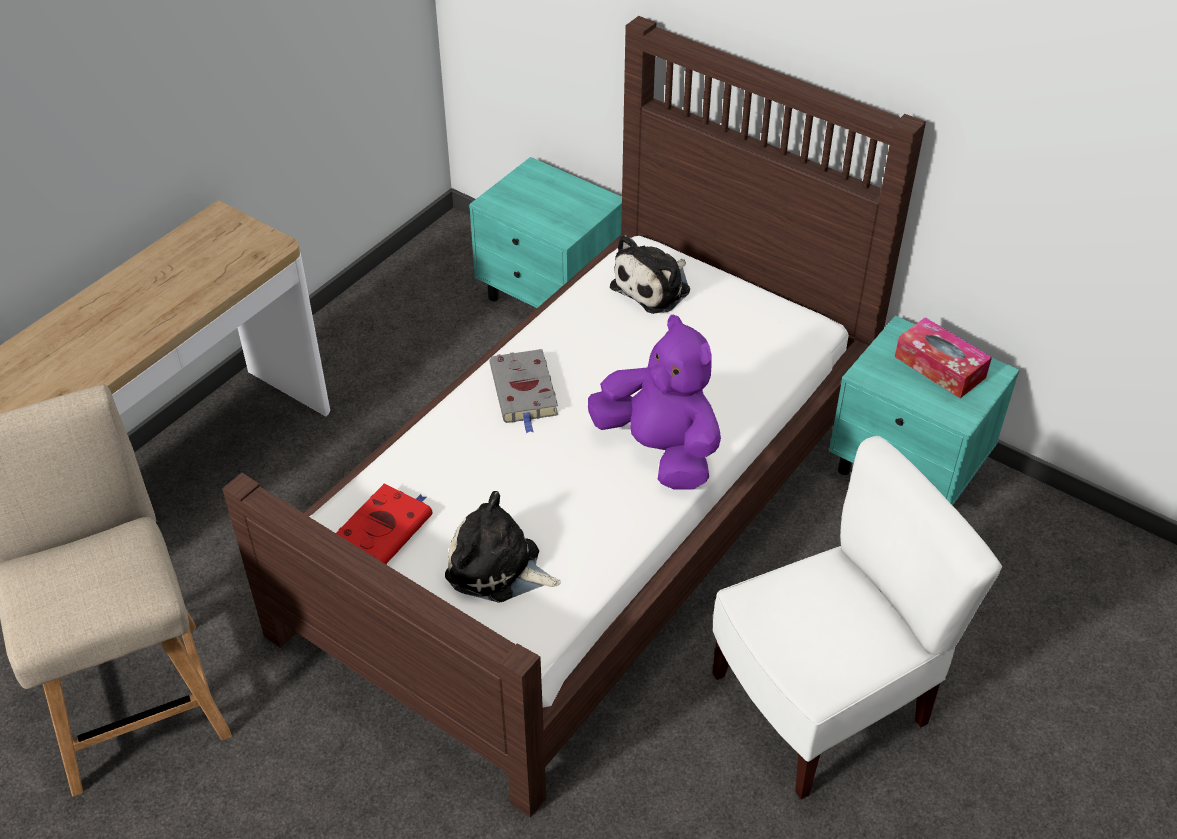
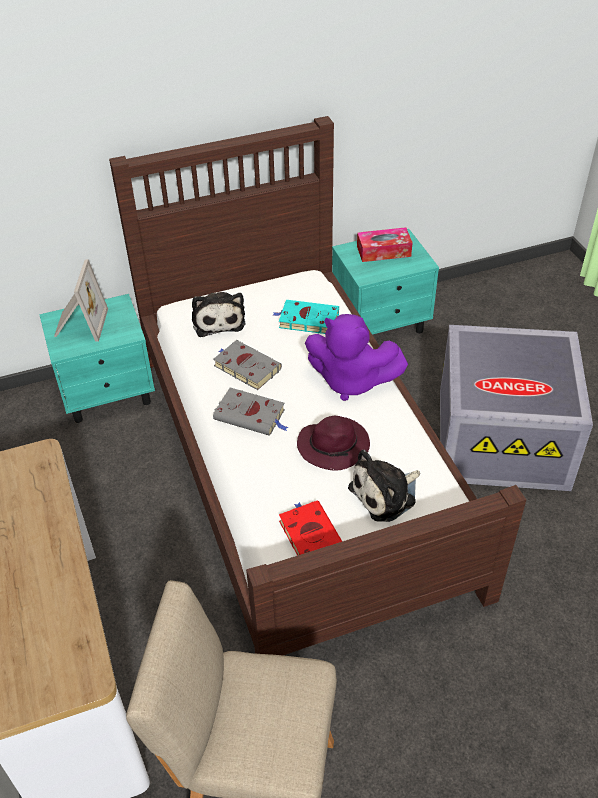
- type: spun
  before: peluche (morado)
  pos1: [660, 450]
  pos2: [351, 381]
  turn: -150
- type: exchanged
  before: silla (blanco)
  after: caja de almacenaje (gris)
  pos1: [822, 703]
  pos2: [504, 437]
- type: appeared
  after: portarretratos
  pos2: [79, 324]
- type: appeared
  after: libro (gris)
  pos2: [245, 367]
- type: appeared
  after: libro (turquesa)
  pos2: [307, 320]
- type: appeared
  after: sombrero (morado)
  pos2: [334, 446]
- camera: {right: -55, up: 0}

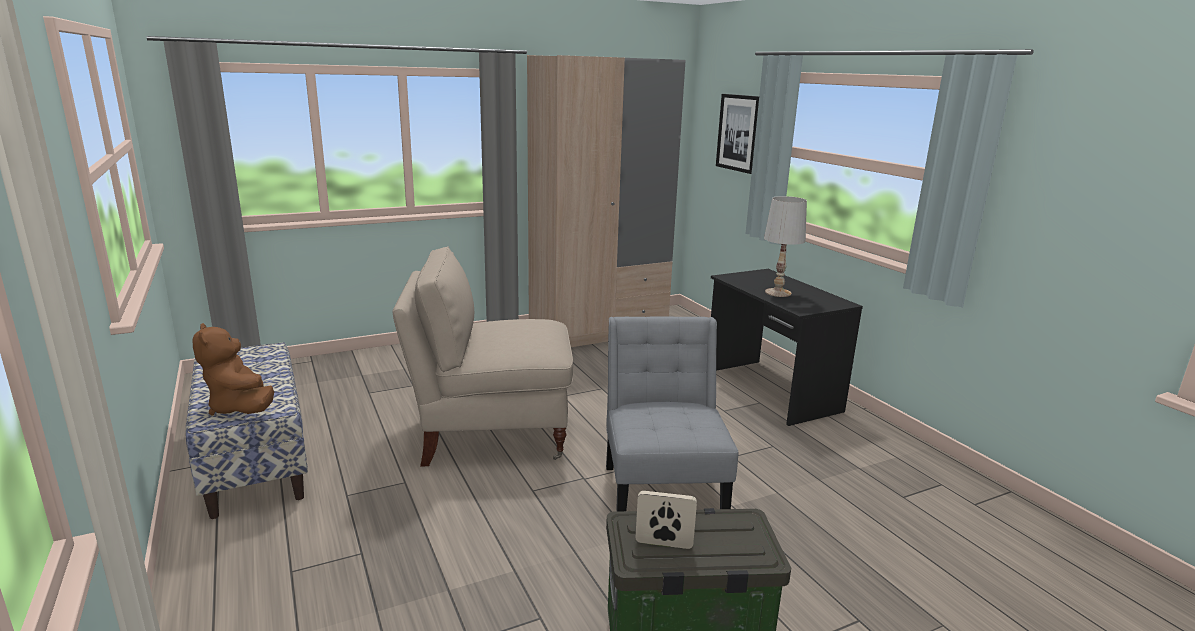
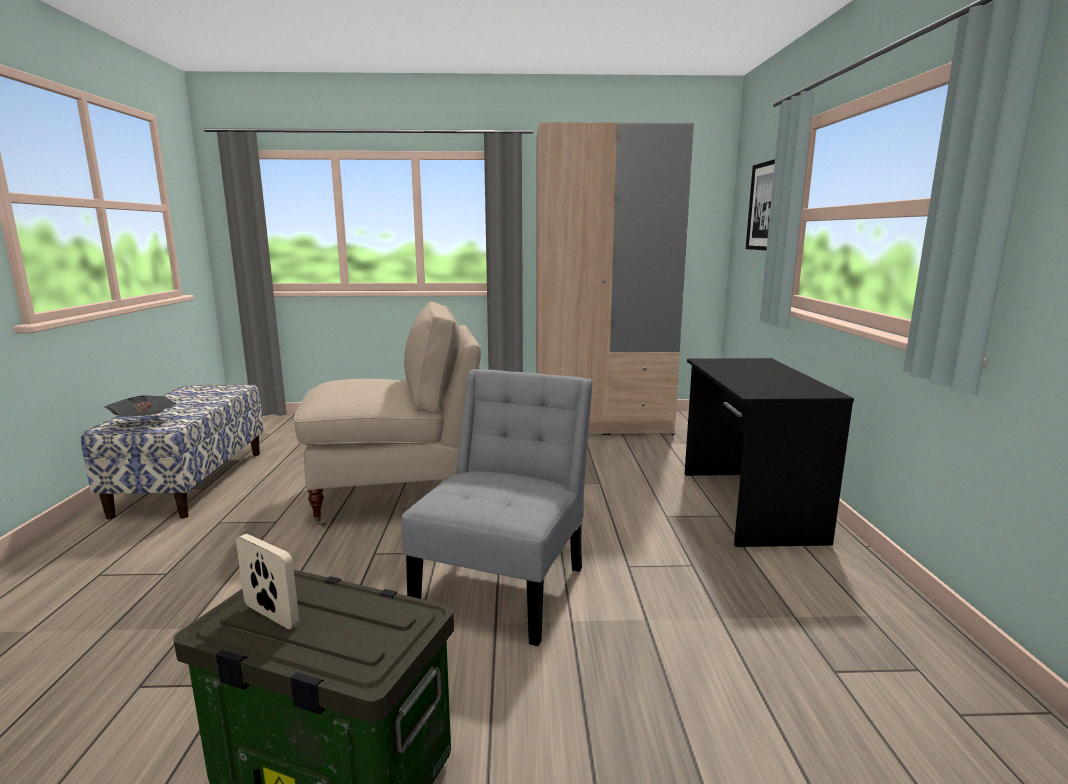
- type: exchanged
  before: peluche (marrón)
  after: periódico
  pos1: [241, 408]
  pos2: [145, 422]
- type: spun
  before: silla (beis)
  pos1: [491, 433]
  pos2: [397, 495]
  turn: 150
- type: missing
  before: lámpara de mesa (blanco)
  pos1: [777, 293]
- camera: {right: 25, up: -5}

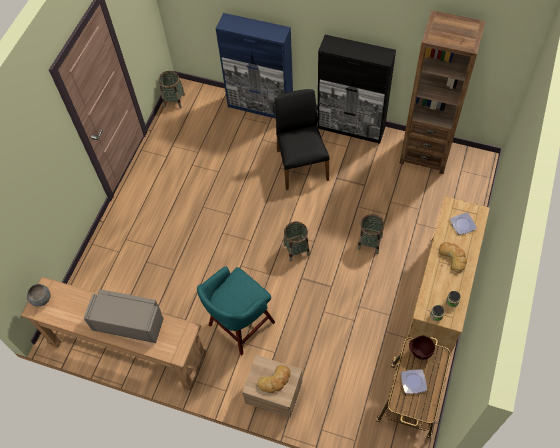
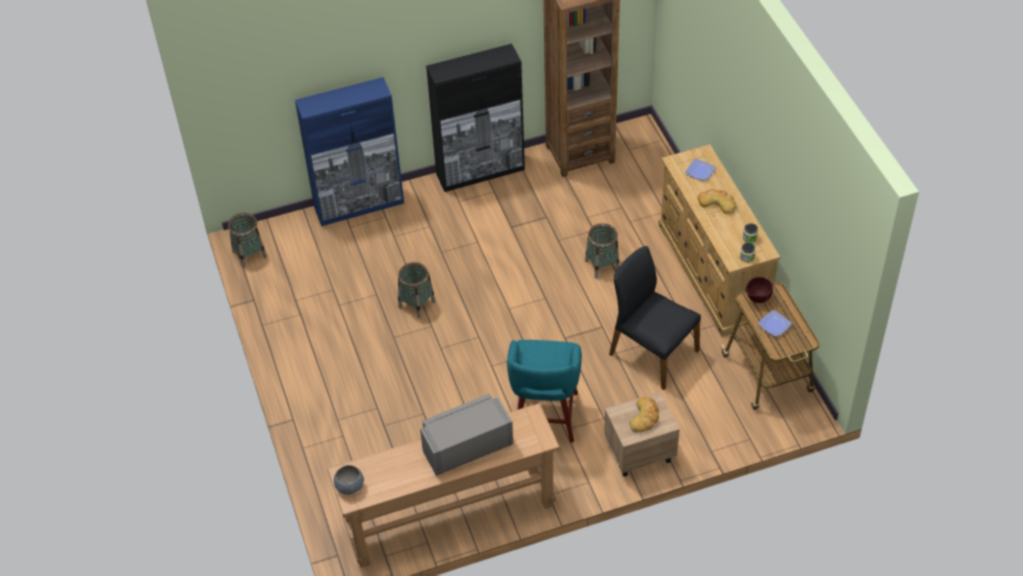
- type: relocated
  before: silla (negro)
  pos1: [301, 164]
  pos2: [652, 353]
- type: relocated
  before: cesta
  pos1: [296, 249]
  pos2: [416, 304]
- camera: {right: -40, up: -10}

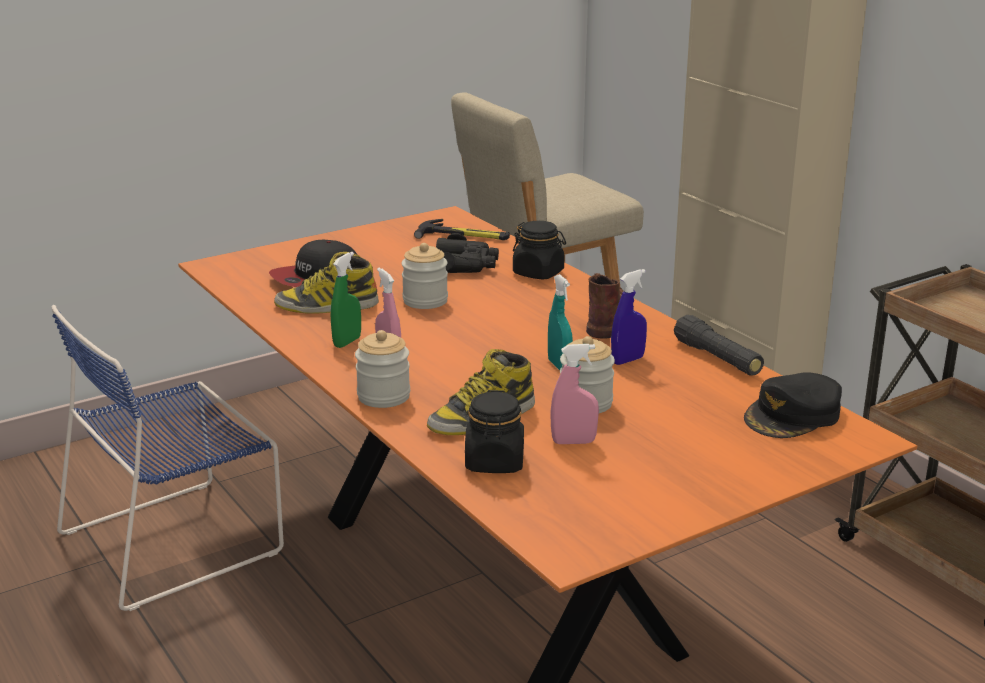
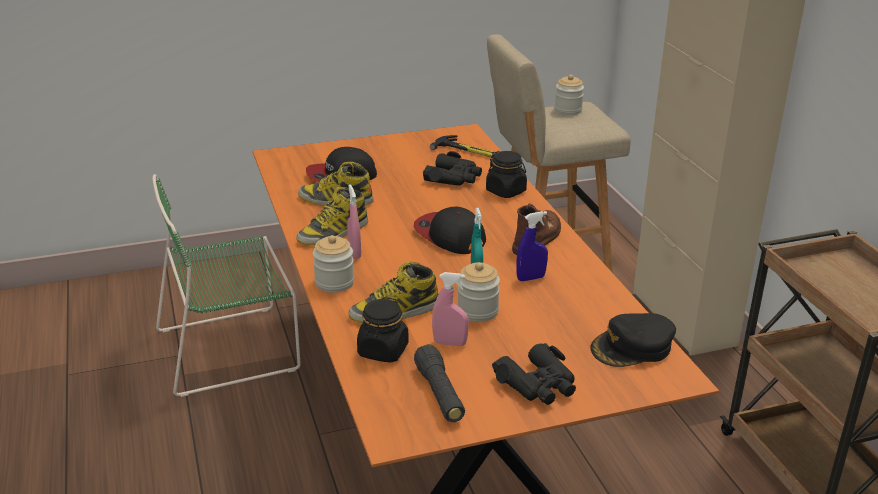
- type: colour
  before: silla (azul)
  after: silla (verde)
  pos1: [177, 540]
  pos2: [232, 348]
- type: exchanged
  before: pulverizador (verde)
  after: bota
  pos1: [347, 342]
  pos2: [333, 233]
- type: relocated
  before: tarro
  pos1: [425, 301]
  pos2: [568, 110]
- type: relocated
  before: linterna (negro)
  pos1: [717, 359]
  pos2: [439, 394]
- type: appeared
  after: gorra
  pos2: [449, 236]
- type: appeared
  after: prismáticos (negro)
  pos2: [538, 384]
- camera: {right: 15, up: 5}

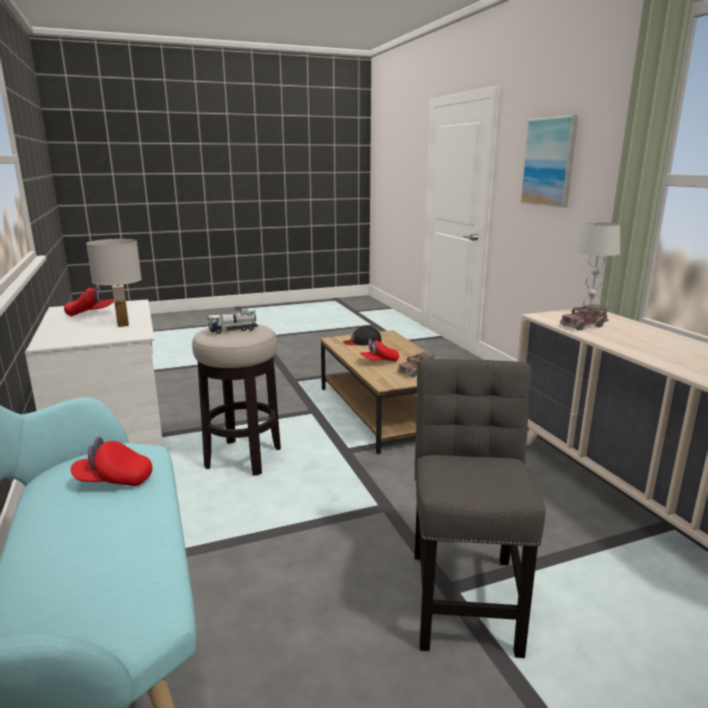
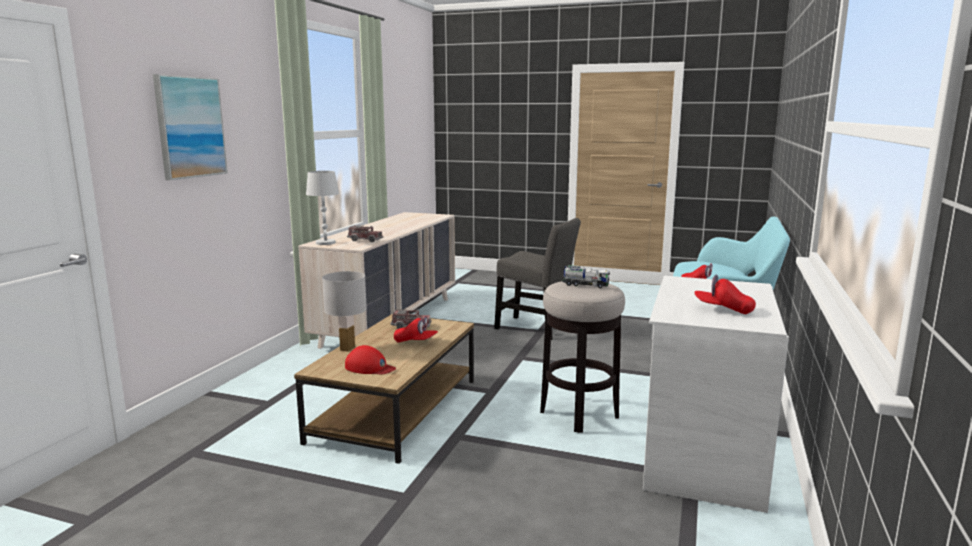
- type: relocated
  before: lámpara de mesa (blanco)
  pos1: [123, 324]
  pos2: [347, 348]
- type: colour
  before: gorra (negro)
  after: gorra (rojo)
  pos1: [362, 341]
  pos2: [369, 367]
- type: spun
  before: silla (gris)
  pos1: [465, 593]
  pos2: [536, 328]
  turn: -105
- camera: {right: -140, up: -5}

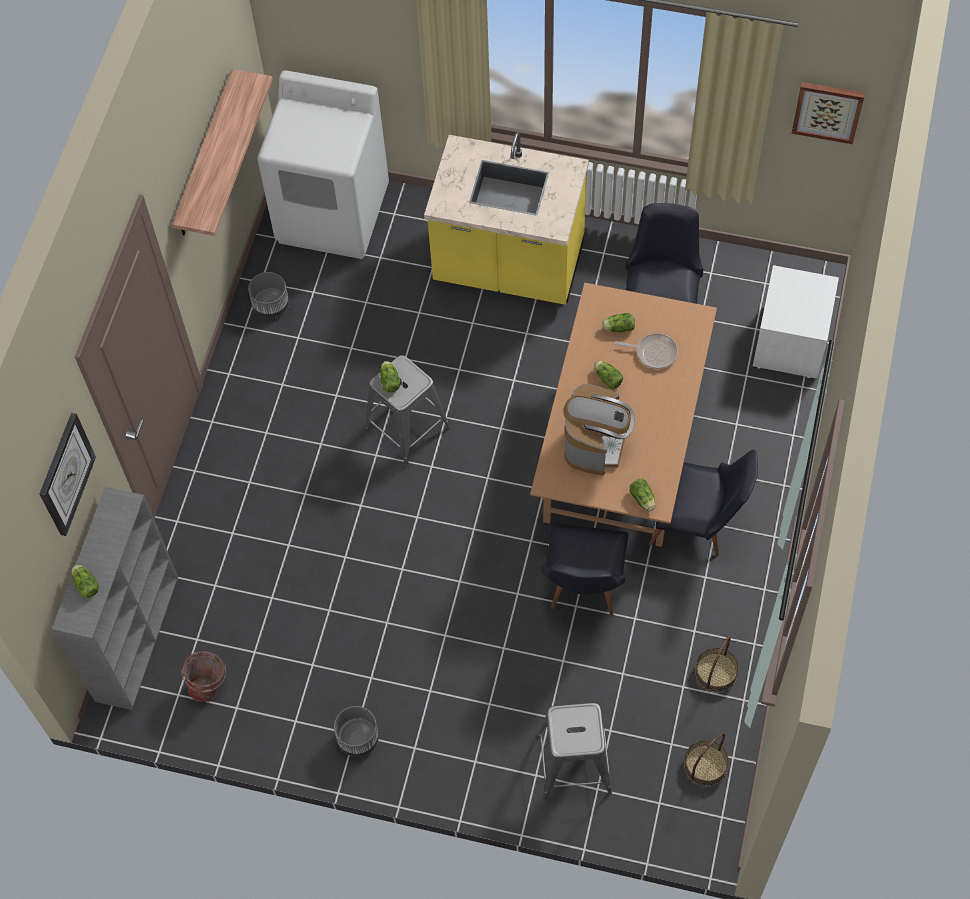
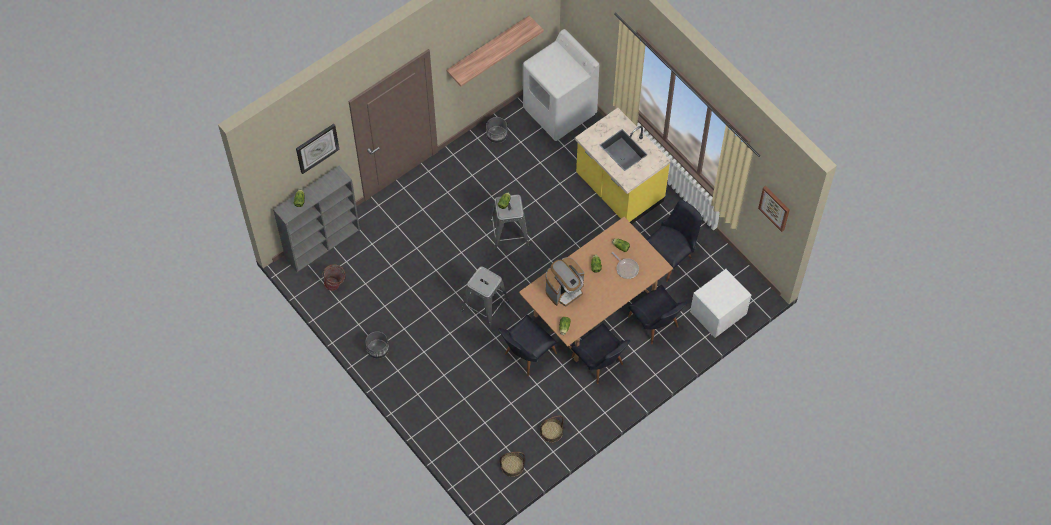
- type: relocated
  before: taburete (gris)
  pos1: [574, 763]
  pos2: [485, 306]
- type: appeared
  after: silla (negro)
  pos2: [656, 325]
- camera: {right: 35, up: 0}

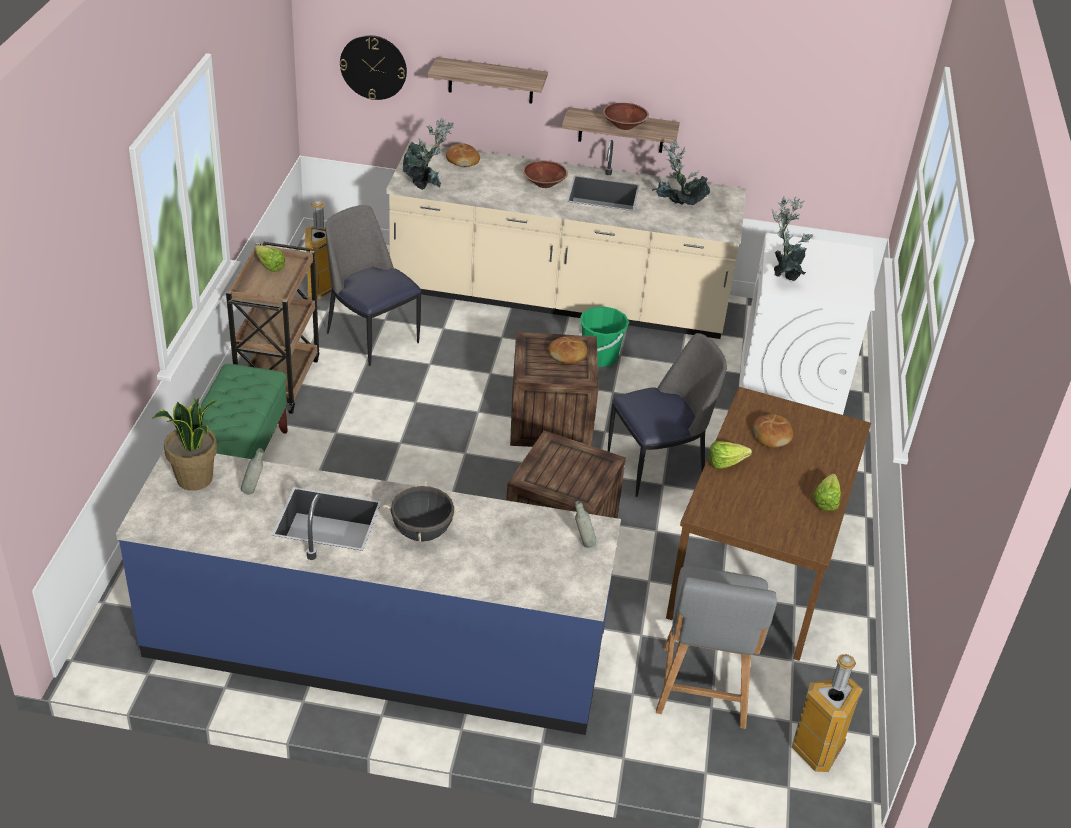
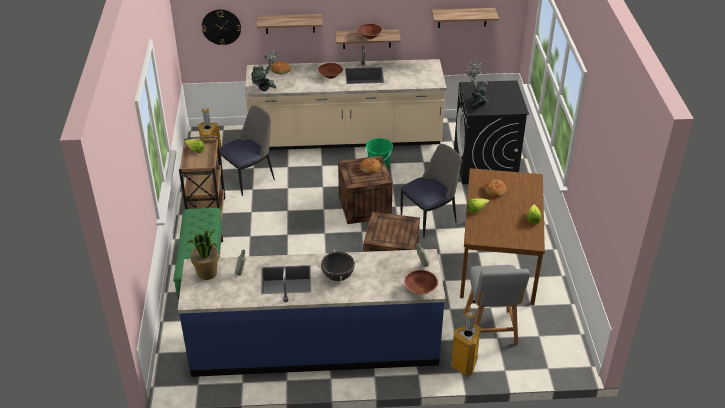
- type: spun
  before: silla
  pos1: [371, 336]
  pos2: [249, 178]
  turn: 105
- type: missing
  before: planta en maceta
  pos1: [676, 207]
- type: colour
  before: lavadora (blanco)
  after: lavadora (negro)
  pos1: [789, 391]
  pos2: [485, 165]
- type: relocated
  before: papelera
  pos1: [819, 751]
  pos2: [465, 365]
- type: appeared
  after: cuenco (marrón)
  pos2: [420, 288]
- type: appeared
  after: estante
  pos2: [462, 17]
- camera: {right: -10, up: 0}

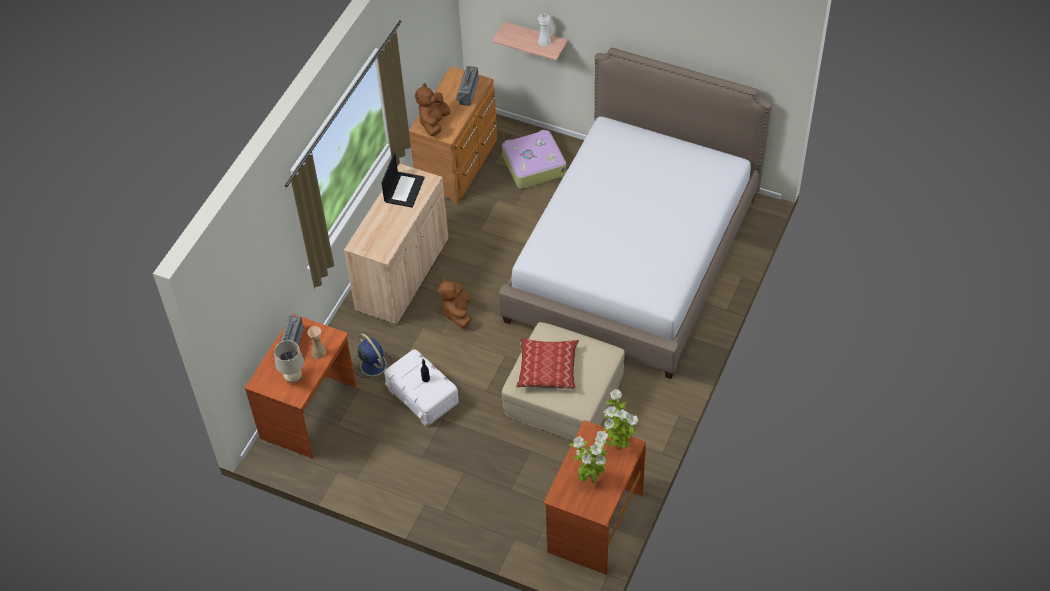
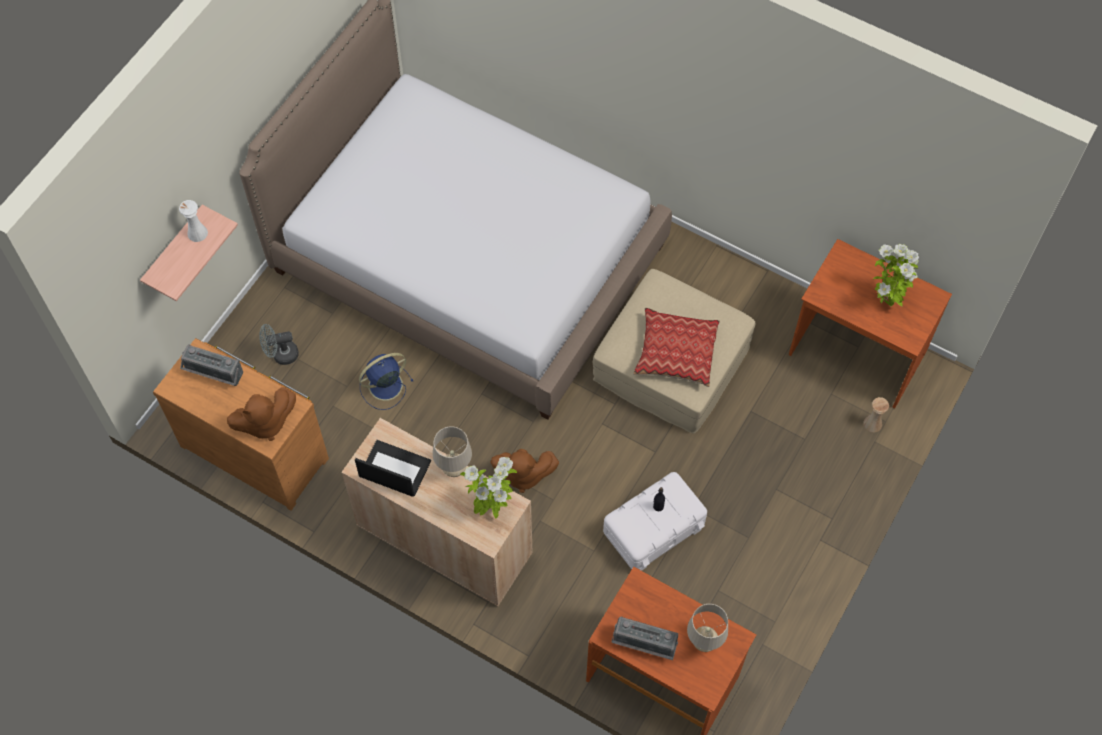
- type: relocated
  before: florero (beis)
  pos1: [319, 352]
  pos2: [872, 423]
- type: relocated
  before: ventilador (azul)
  pos1: [372, 364]
  pos2: [384, 386]
- type: spun
  before: peluche (marrón)
  pos1: [434, 123]
  pos2: [265, 423]
  turn: -45
- type: exchanged
  before: maleta
  after: ventilador (gris)
  pos1: [533, 165]
  pos2: [281, 355]
- type: relocated
  before: planta en maceta
  pos1: [618, 444]
  pos2: [492, 508]
- type: appeared
  after: lámpara de mesa (beis)
  pos2: [454, 469]
- camera: {right: -85, up: 10}

